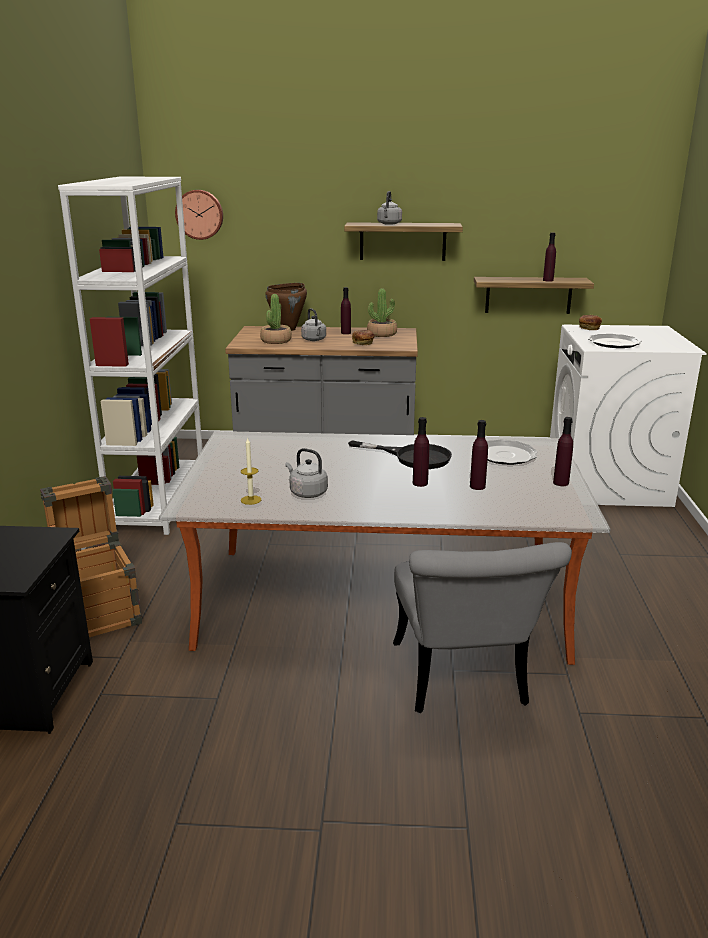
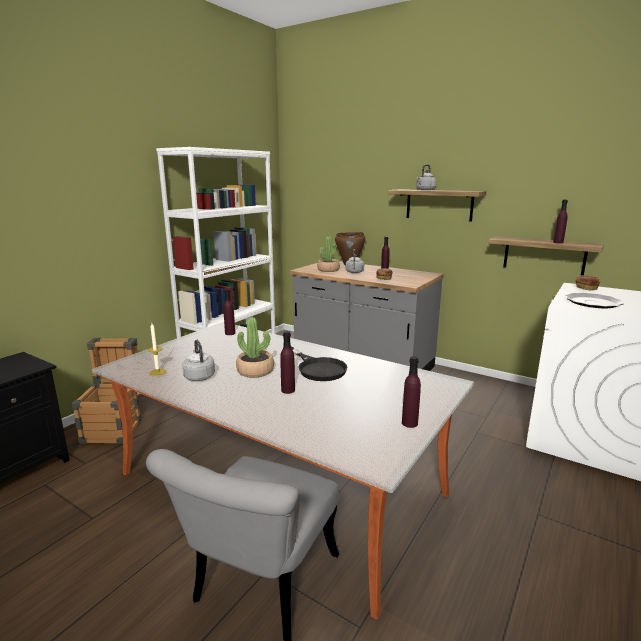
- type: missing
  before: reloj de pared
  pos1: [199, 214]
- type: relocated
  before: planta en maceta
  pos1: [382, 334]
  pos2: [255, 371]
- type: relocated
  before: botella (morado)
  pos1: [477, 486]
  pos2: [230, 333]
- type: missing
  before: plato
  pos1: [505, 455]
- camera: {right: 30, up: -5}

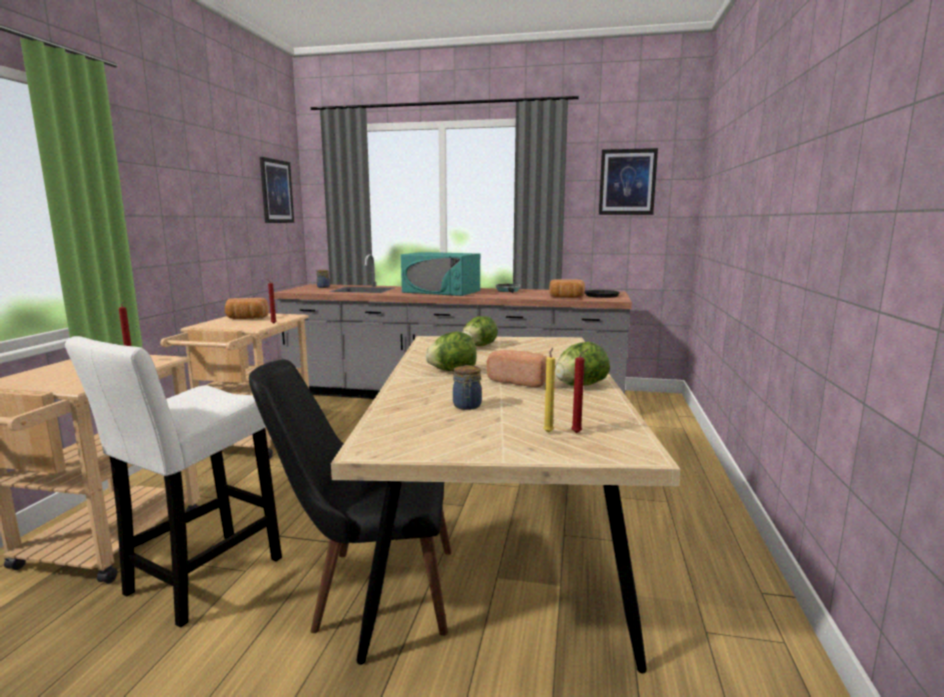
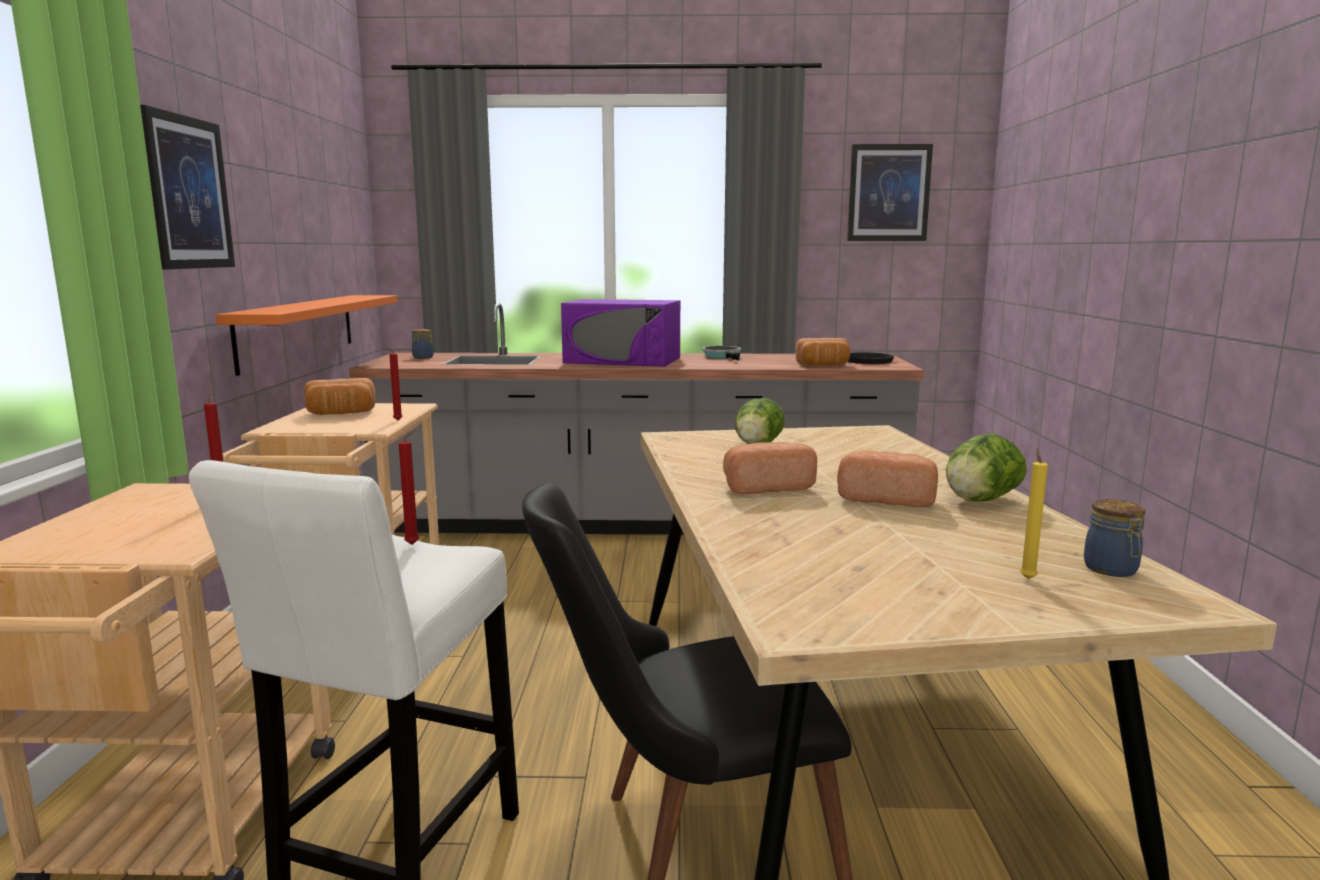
- type: relocated
  before: cuadro
  pos1: [276, 191]
  pos2: [187, 193]
- type: colour
  before: microondas (turquesa)
  after: microondas (morado)
  pos1: [441, 291]
  pos2: [623, 360]
- type: exchanged
  before: lechuga
  after: pan
  pos1: [452, 371]
  pos2: [765, 487]
- type: relocated
  before: tarro
  pos1: [467, 406]
  pos2: [1112, 570]
- type: relocated
  before: vela (rojo)
  pos1: [578, 433]
  pos2: [414, 544]
- type: appeared
  after: estante (naranja)
  pos2: [298, 330]
- camera: {right: -10, up: 0}

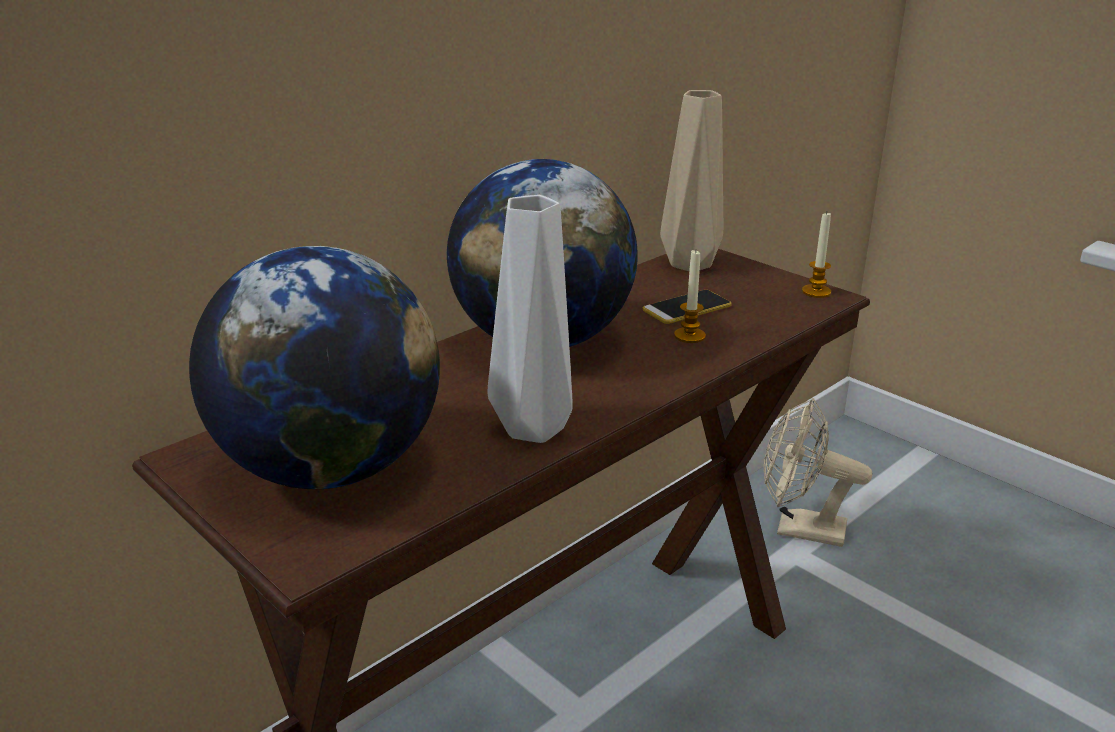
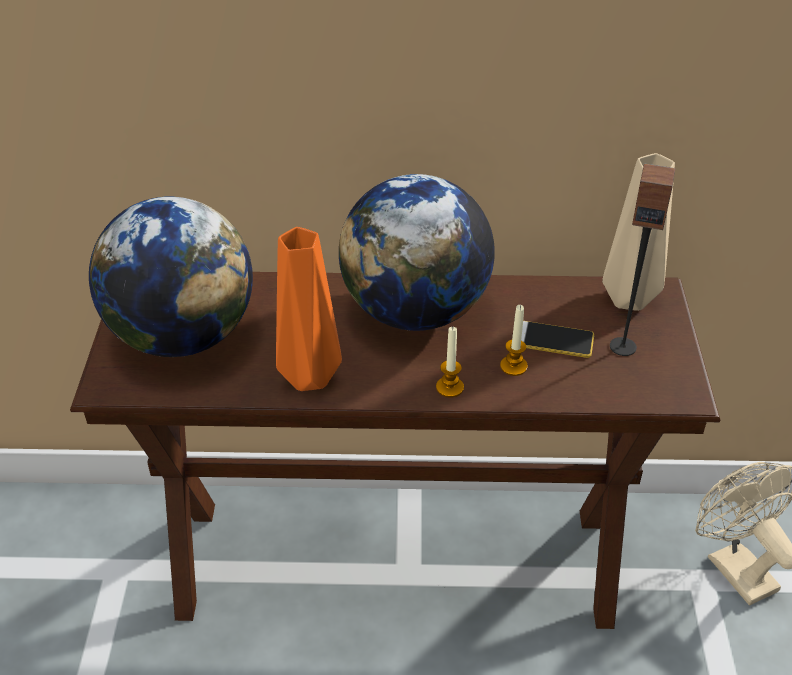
- type: colour
  before: florero (blanco)
  after: florero (naranja)
  pos1: [537, 430]
  pos2: [310, 380]
- type: relocated
  before: vela
  pos1: [816, 292]
  pos2: [449, 387]
- type: appeared
  after: altavoz
  pos2: [623, 346]
- camera: {right: 45, up: 15}

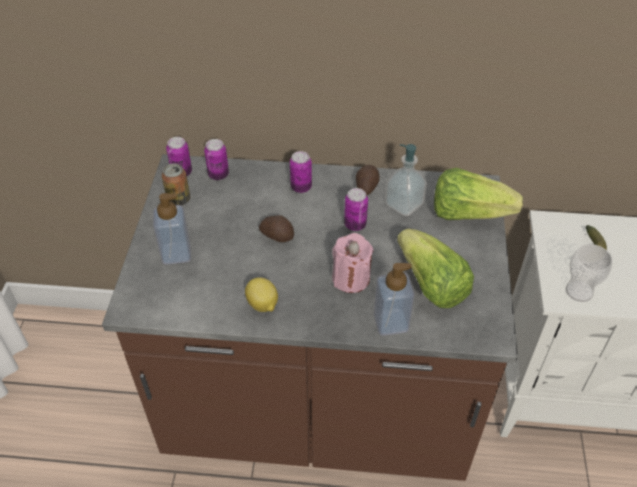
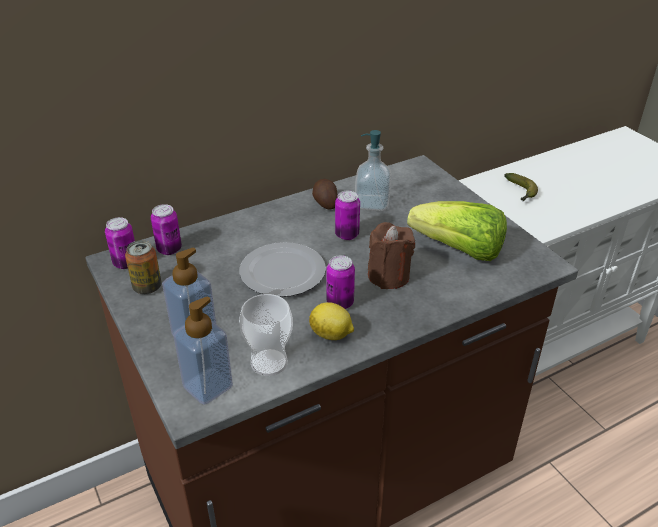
- type: exchanged
  before: patata
  after: plato
  pos1: [277, 235]
  pos2: [284, 273]
- type: relocated
  before: lata
  pos1: [301, 187]
  pos2: [340, 303]
- type: colour
  before: vela (rosa)
  after: vela (marrón)
  pos1: [351, 278]
  pos2: [388, 276]
- type: relocated
  before: dispensador de jabón
  pos1: [391, 322]
  pos2: [208, 386]
- type: missing
  before: lechuga
  pos1: [468, 213]
- type: relocated
  before: taza
  pos1: [579, 291]
  pos2: [269, 362]
- camera: {right: -35, up: -10}

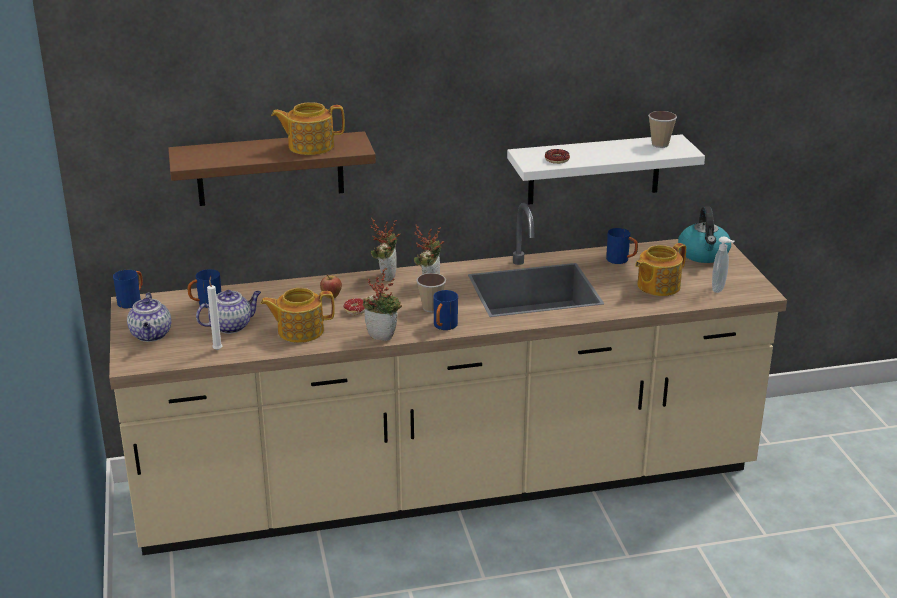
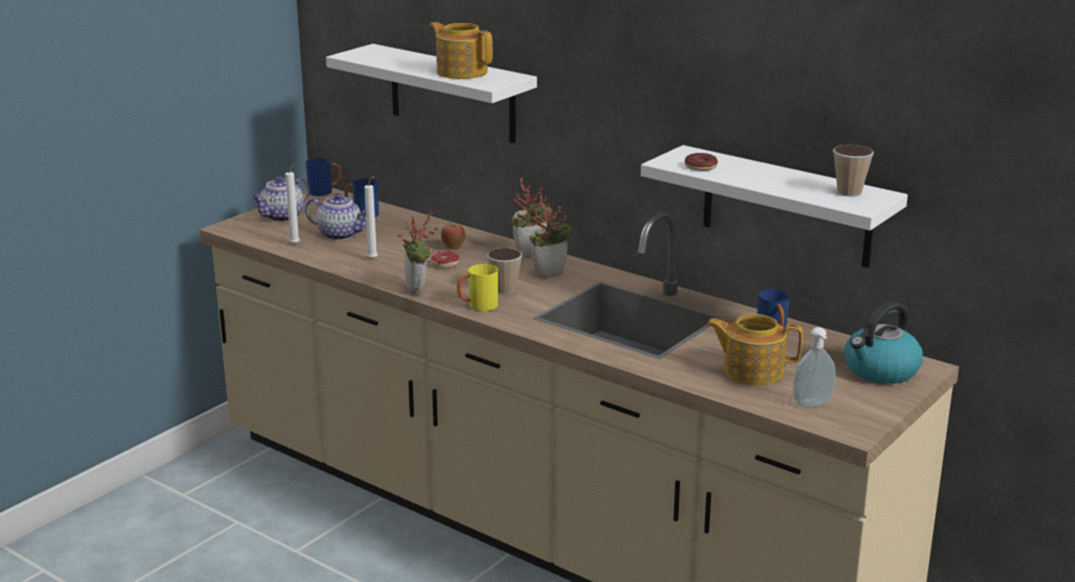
- type: colour
  before: estante (marrón)
  after: estante (blanco)
  pos1: [270, 169]
  pos2: [452, 94]
- type: exchanged
  before: tetera
  after: vela (blanco)
  pos1: [299, 331]
  pos2: [373, 258]
- type: colour
  before: taza grande (azul)
  after: taza grande (amarillo)
  pos1: [443, 327]
  pos2: [477, 307]
- camera: {right: 50, up: -5}

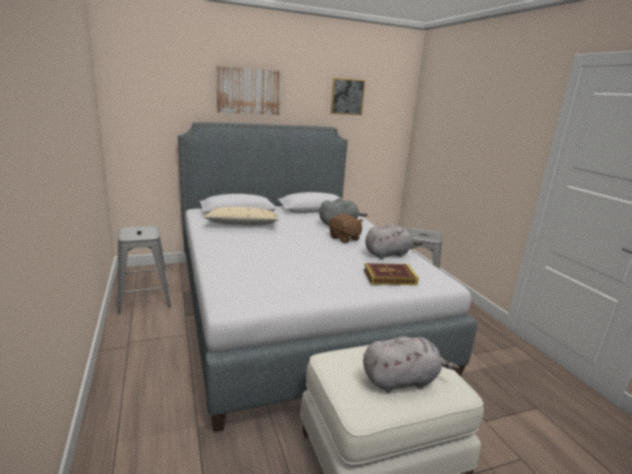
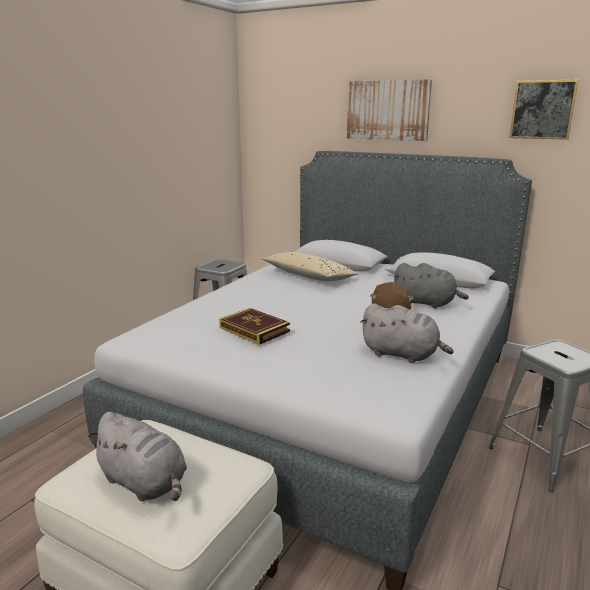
- type: relocated
  before: libro
  pos1: [389, 277]
  pos2: [254, 329]
- camera: {right: 50, up: 0}

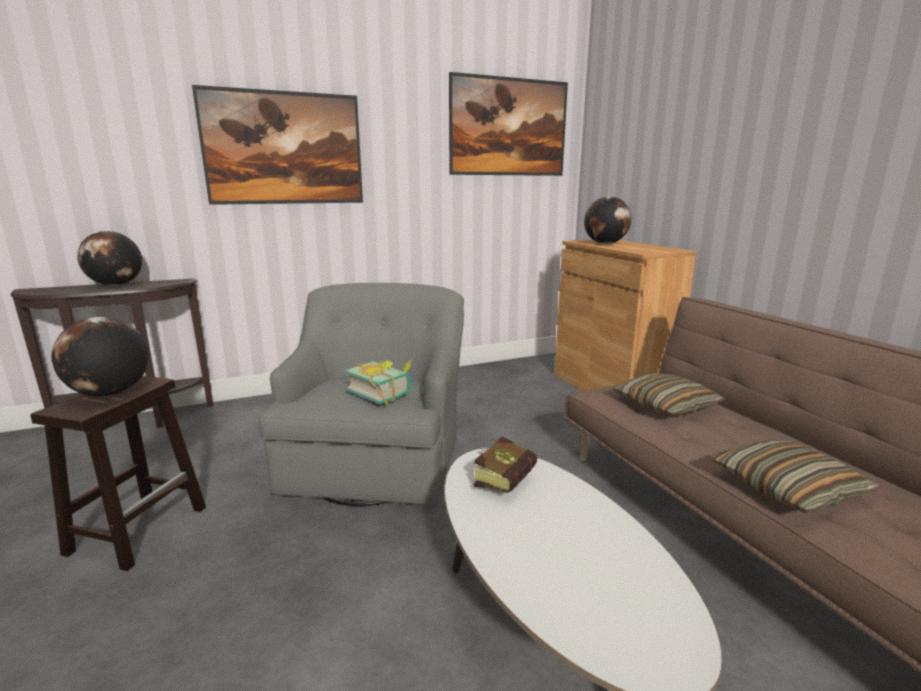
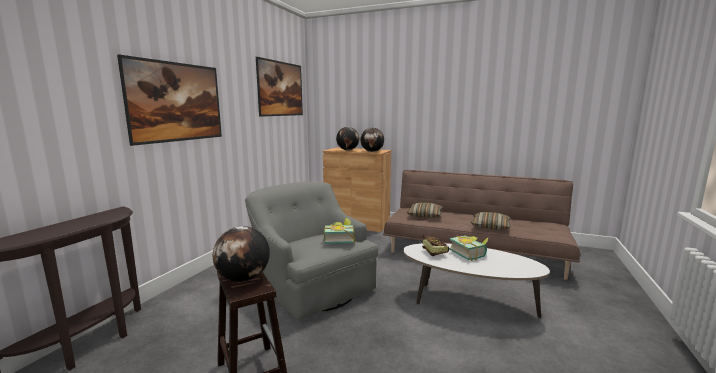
- type: relocated
  before: globo terráqueo
  pos1: [116, 285]
  pos2: [372, 151]
- type: appeared
  after: libro
  pos2: [469, 254]
- camera: {right: -45, up: -5}

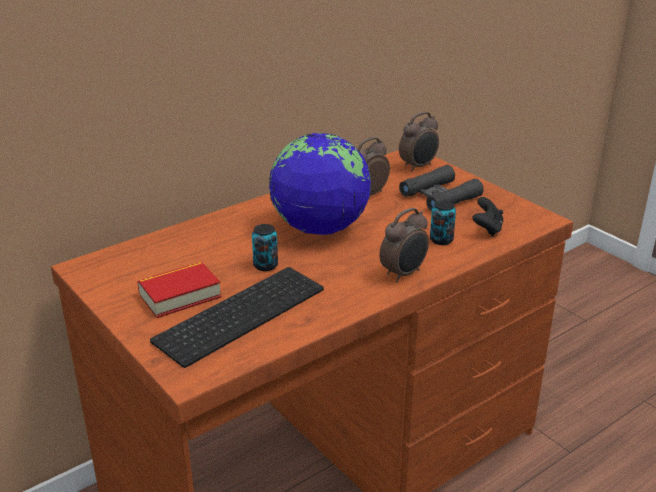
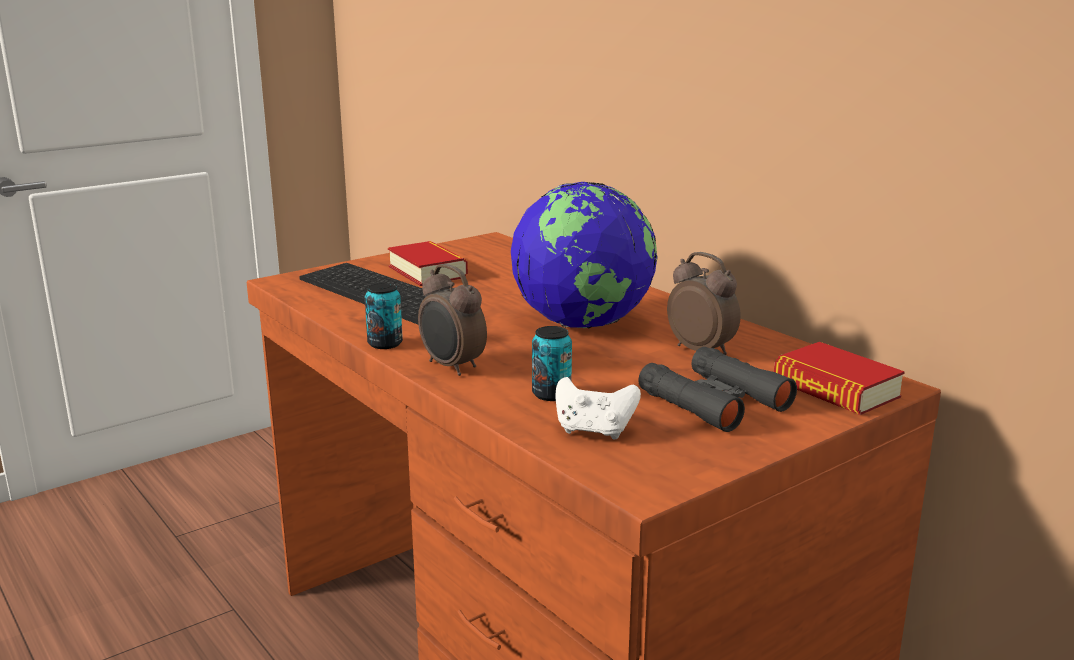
- type: relocated
  before: lata
  pos1: [265, 265]
  pos2: [385, 344]
- type: exchanged
  before: despertador
  after: libro
  pos1: [418, 167]
  pos2: [835, 389]
- type: colour
  before: mando de consola (negro)
  after: mando de consola (blanco)
  pos1: [487, 229]
  pos2: [594, 431]
- camera: {right: 90, up: -10}

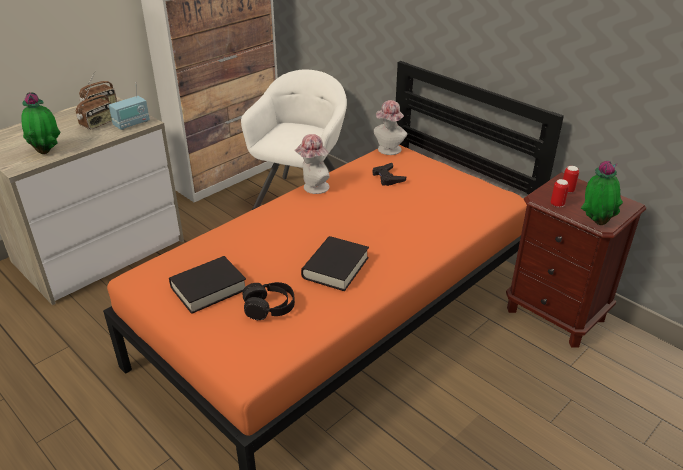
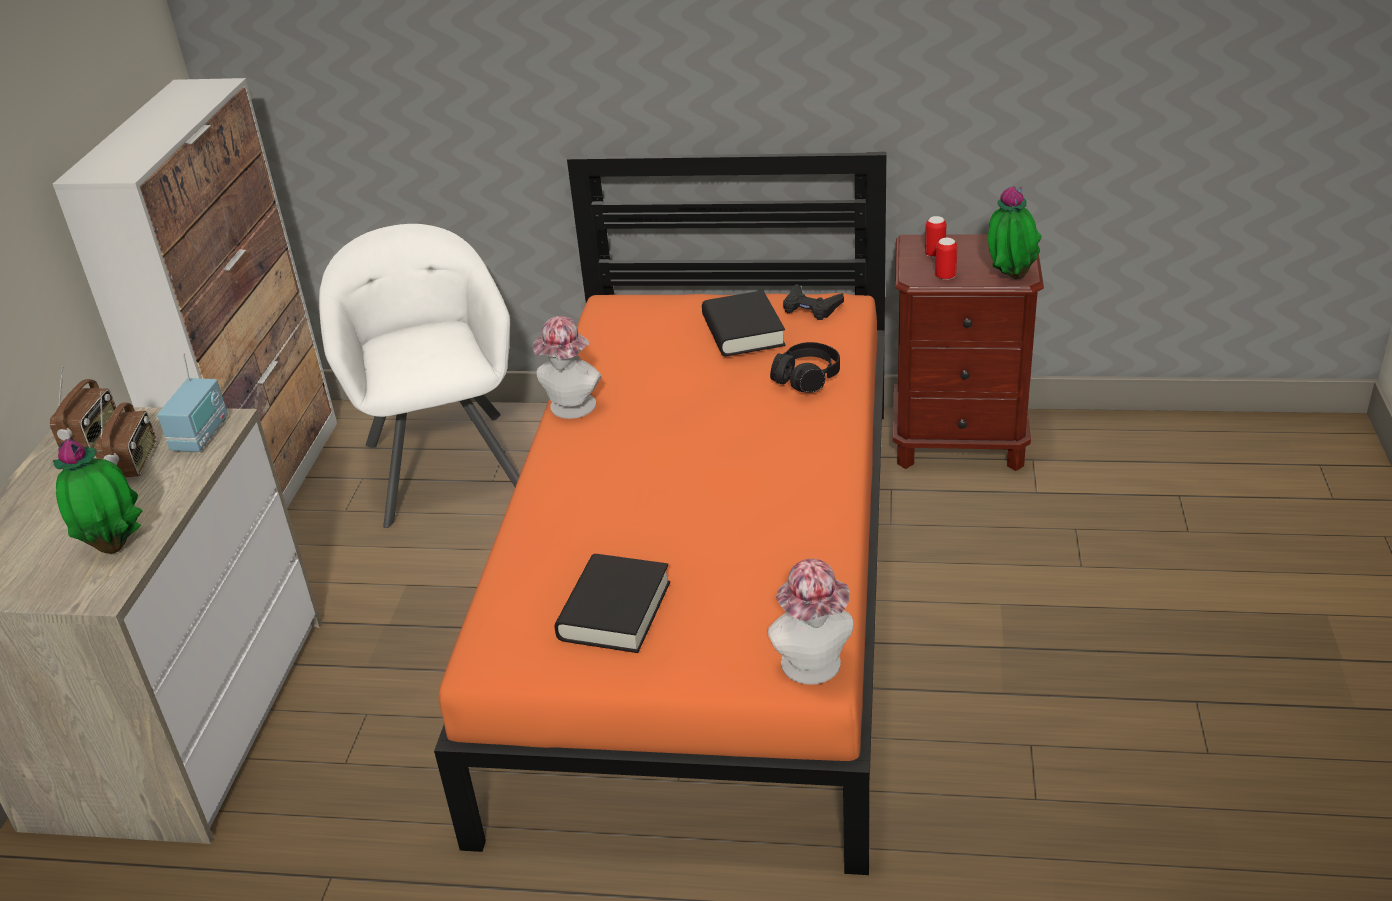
- type: relocated
  before: auriculares (negro)
  pos1: [269, 307]
  pos2: [806, 377]
- type: relocated
  before: libro (negro)
  pos1: [335, 268]
  pos2: [743, 331]
- type: relocated
  before: mando de consola (negro)
  pos1: [387, 177]
  pos2: [811, 307]
- type: relocated
  before: sombrero
  pos1: [388, 151]
  pos2: [814, 669]
- camera: {right: -35, up: 0}

